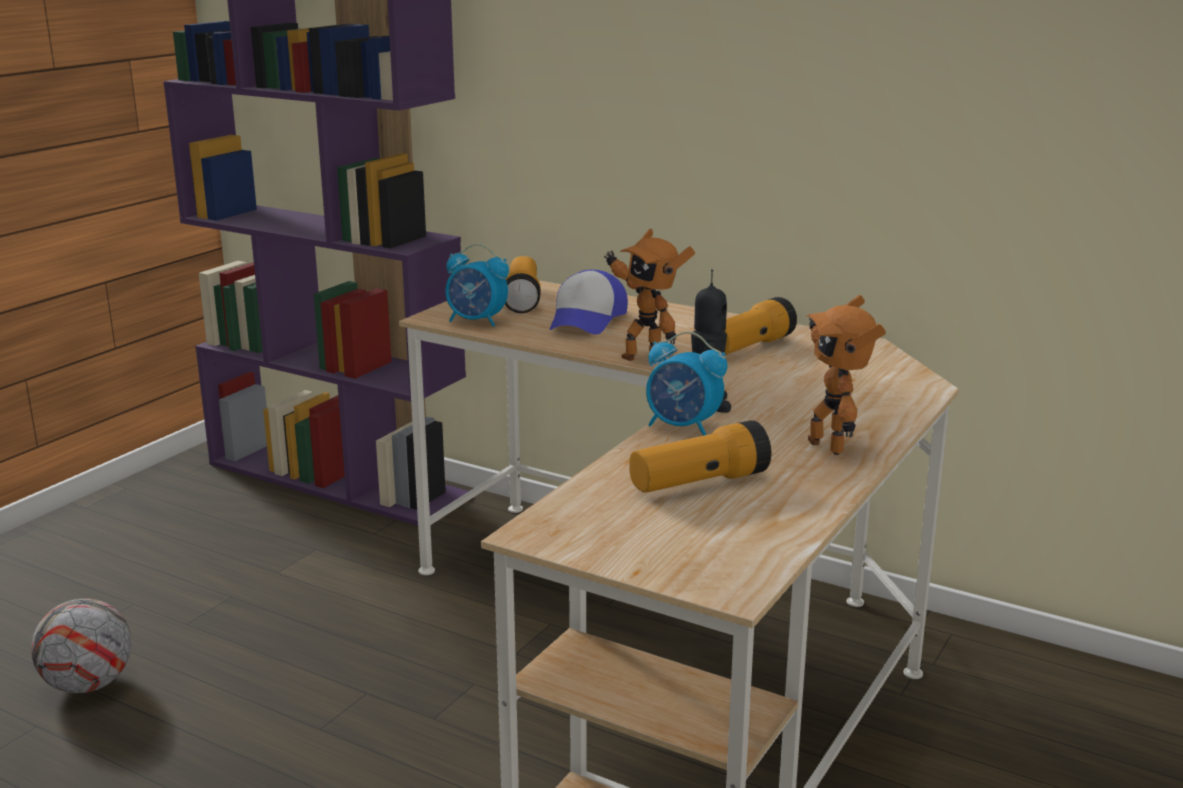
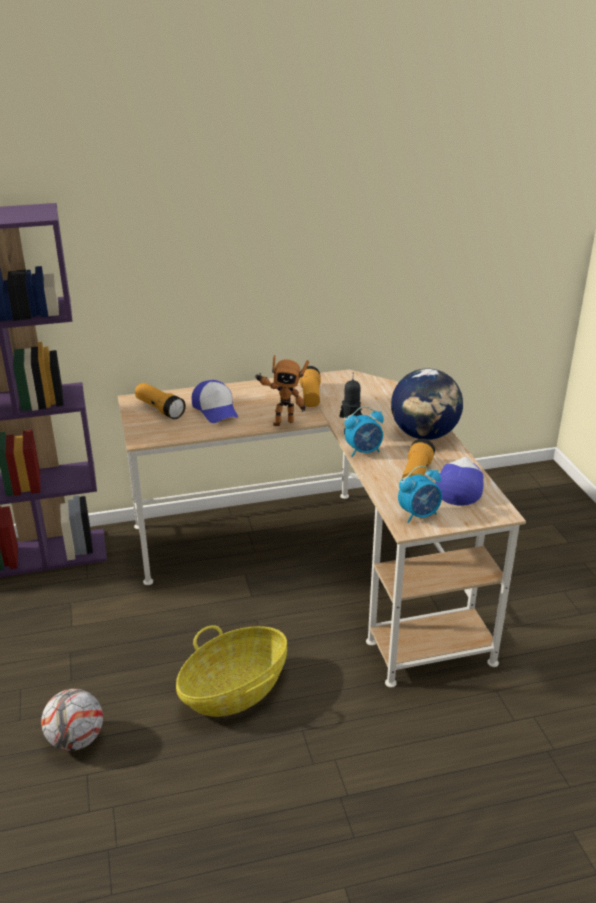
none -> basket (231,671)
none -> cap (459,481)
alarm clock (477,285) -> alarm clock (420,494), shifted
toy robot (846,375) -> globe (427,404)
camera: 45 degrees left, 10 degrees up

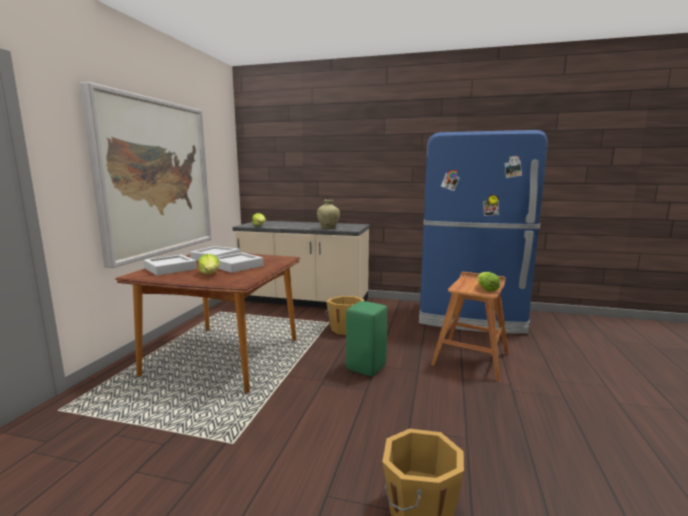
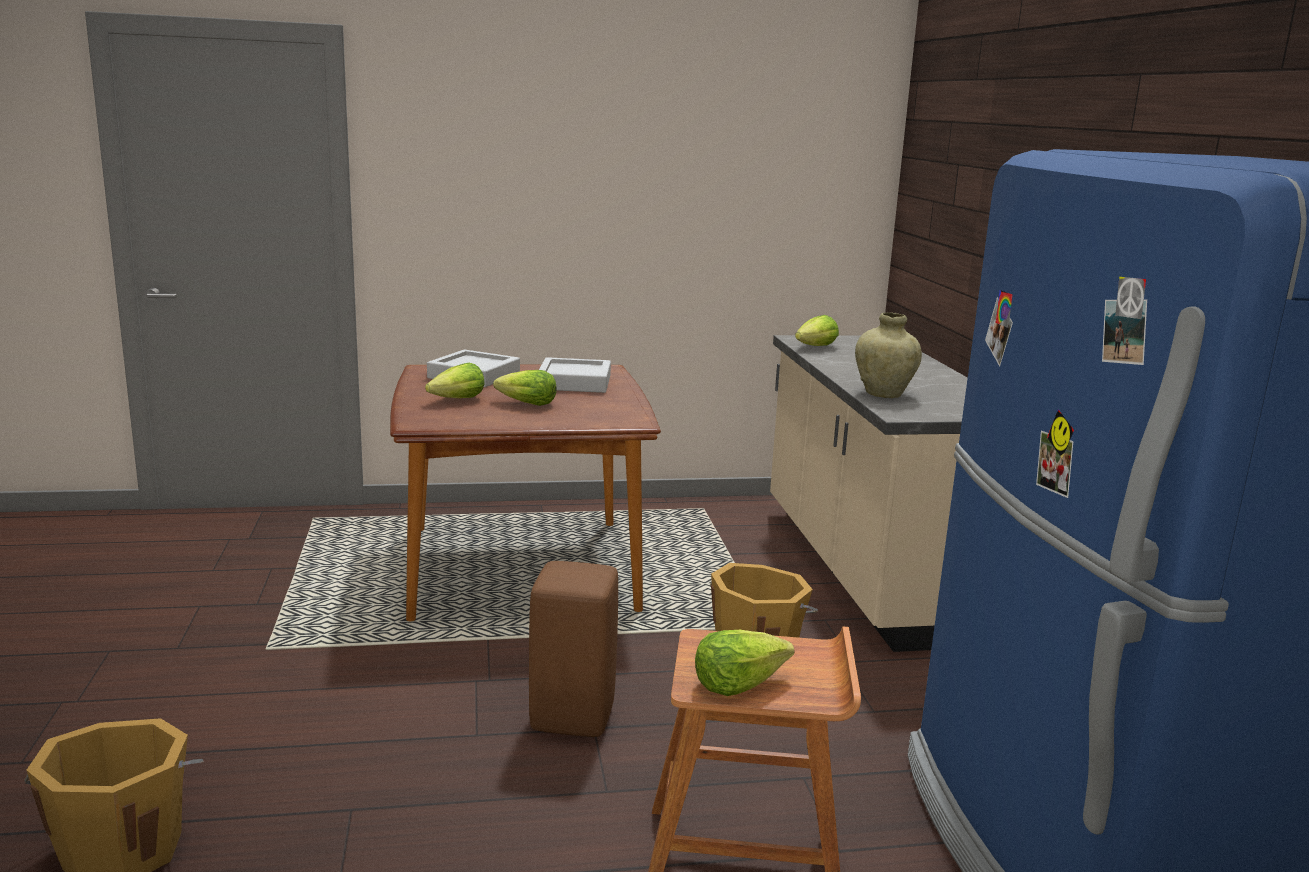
picture (145,175) -> none
grey tray (240,262) -> lettuce (524,388)
green stool (366,338) -> brown stool (573,649)
camera: 65 degrees right, 5 degrees up

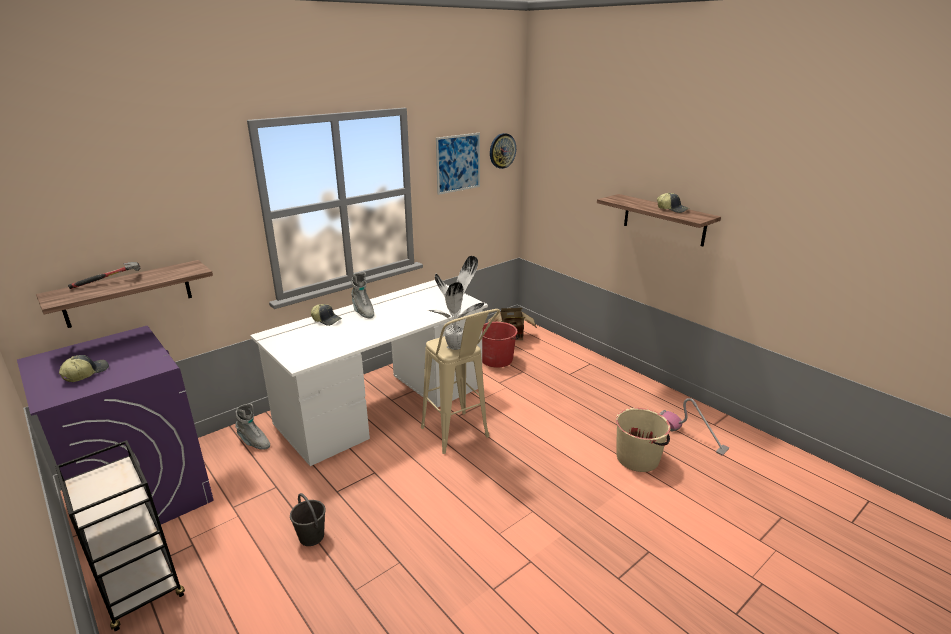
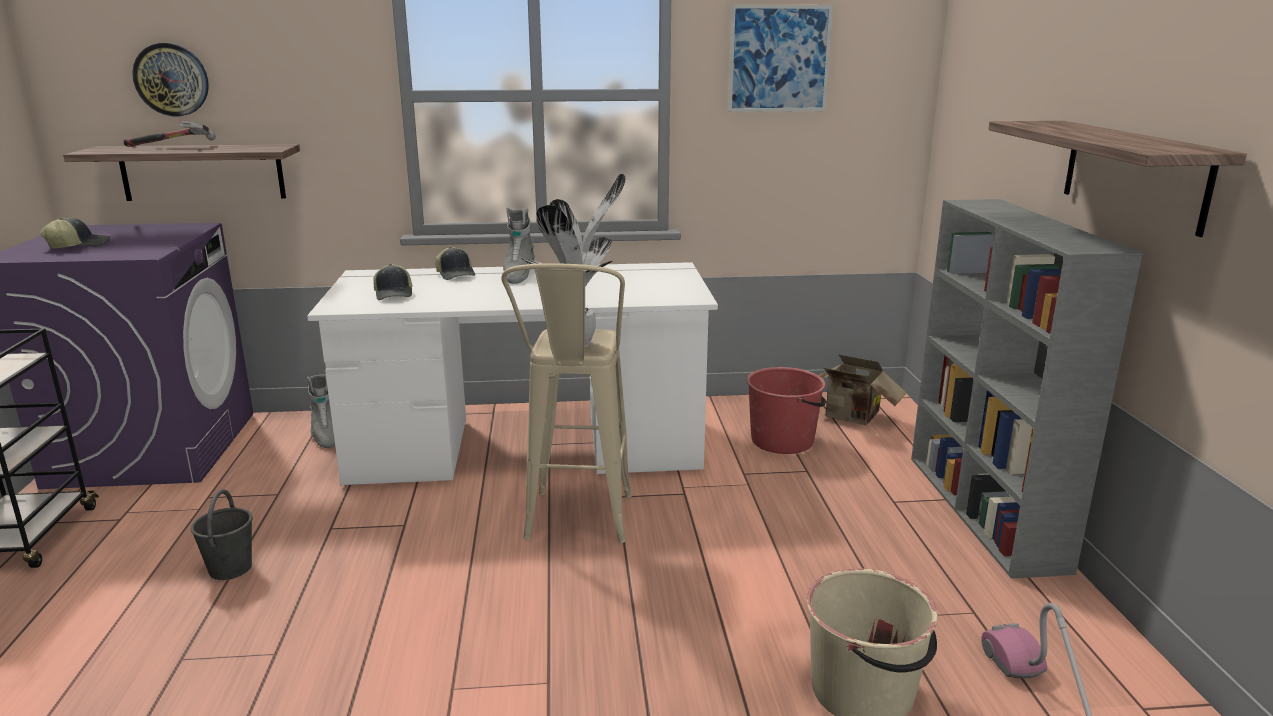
none -> grey bookcase (1027,389)
wall clock (503,151) -> wall clock (170,79), shifted
cap (673,203) -> cap (392,282), shifted
camera: 35 degrees right, 5 degrees down

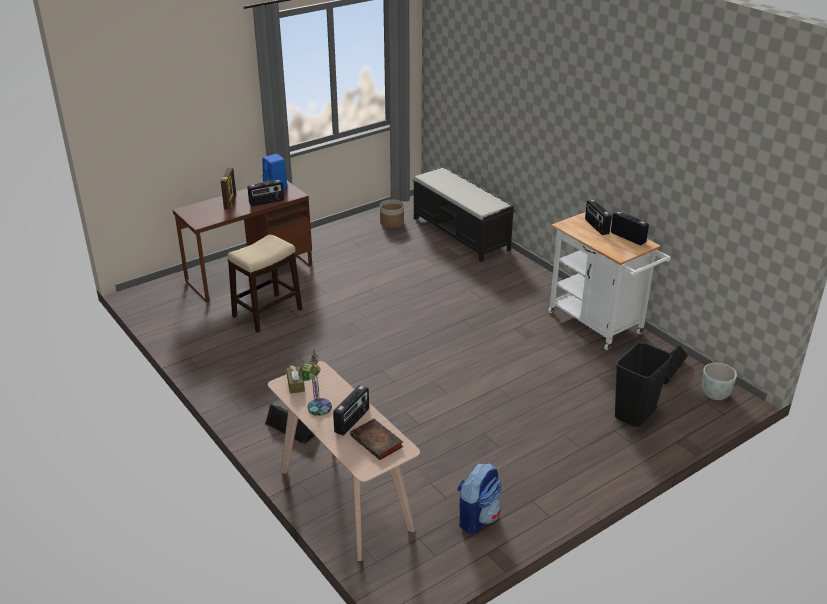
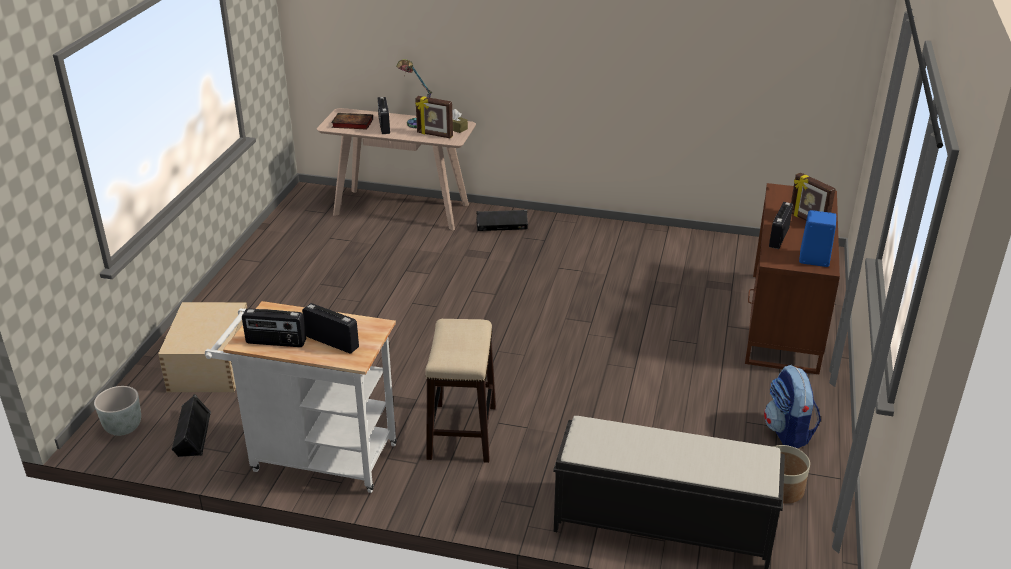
none -> picture frame (434,117)
stool (264,284) -> stool (460,391), shifted
backpack (479,498) -> backpack (792,406), shifted
black trash can (643,384) -> beige storage box (202,347)
camera: 140 degrees right, 0 degrees up

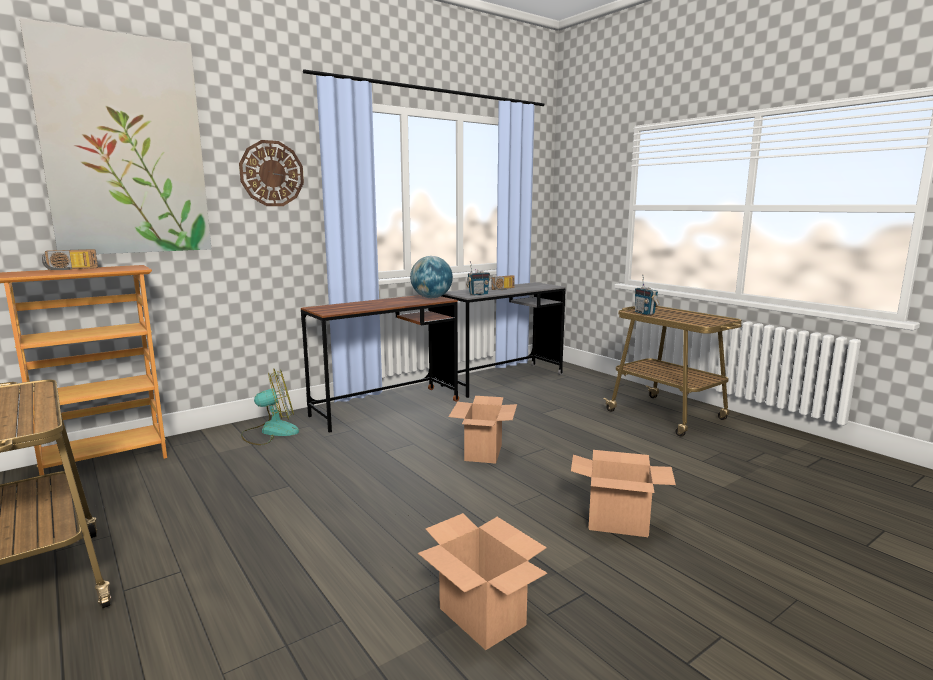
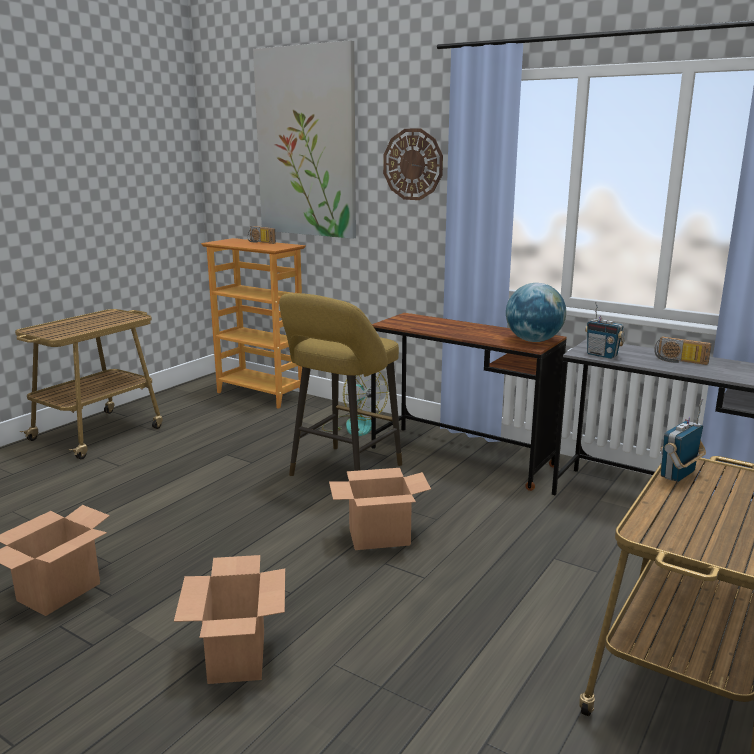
none -> yellow stool (340,384)
camera: 70 degrees right, 5 degrees up

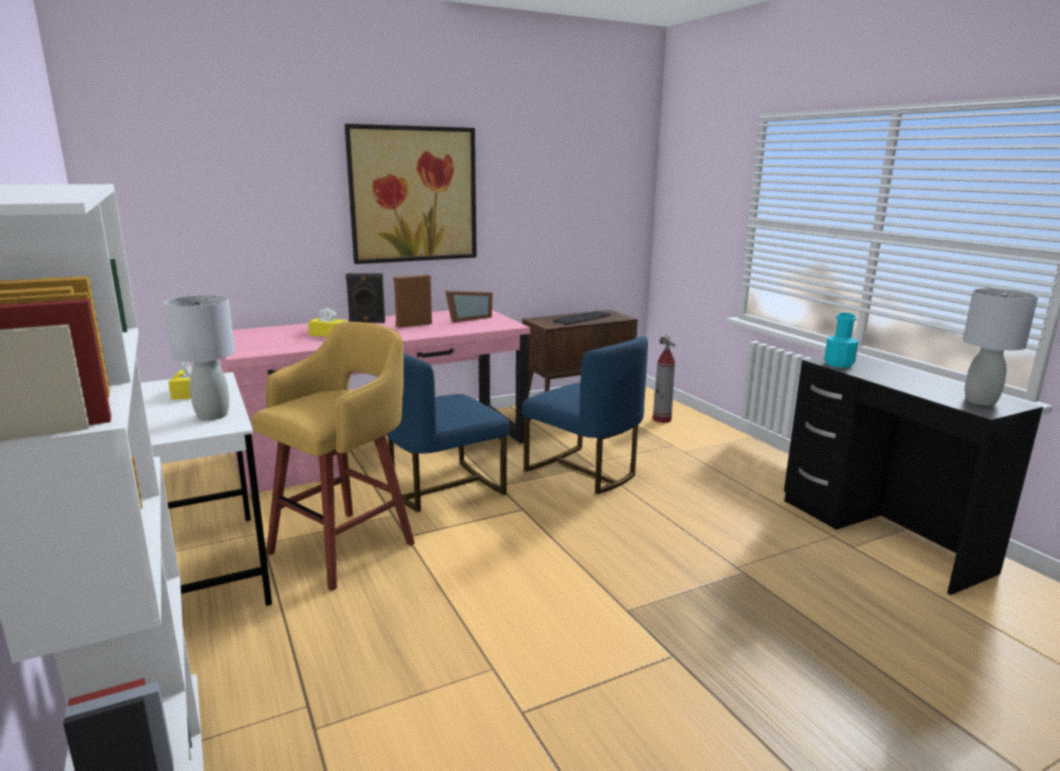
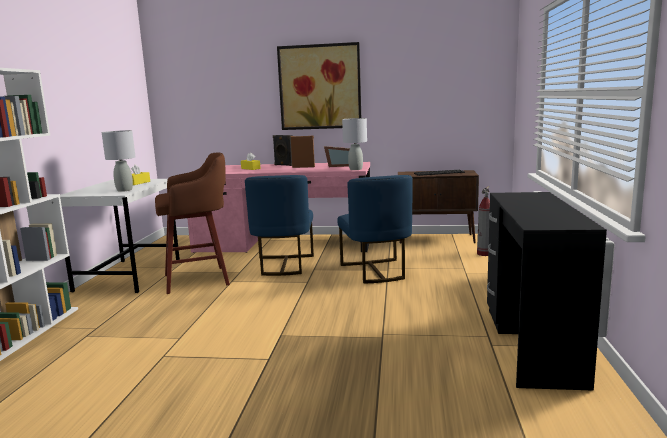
turquoise bottle (841,340) -> none
grey table lamp (1000,347) -> grey table lamp (354,144), shifted
yellow stool (333,456) -> brown stool (192,223)
blue chair (448,432) -> blue chair (279,225), 90 degrees counterclockwise
camera: 35 degrees right, 5 degrees down

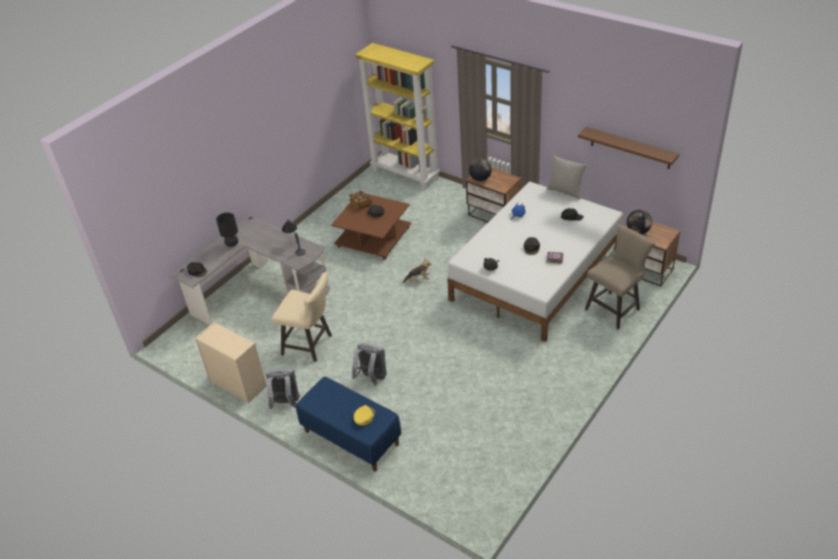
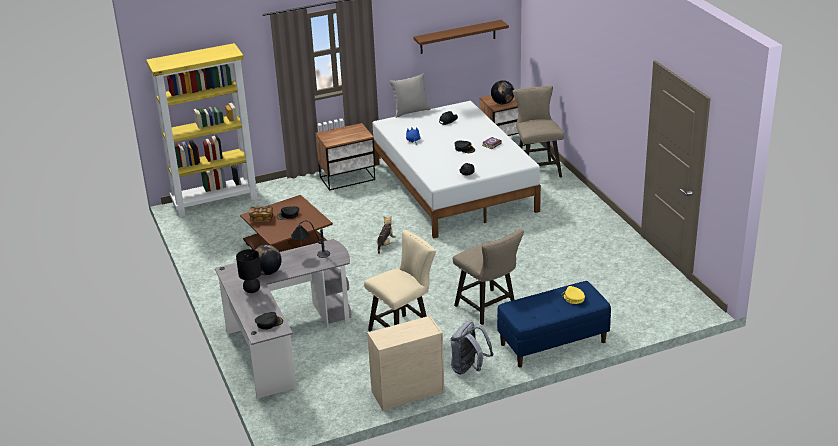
globe (480,169) -> globe (268,260), shifted
grey backpack (369,364) -> beige stool (488,277)
camera: 60 degrees left, 10 degrees down

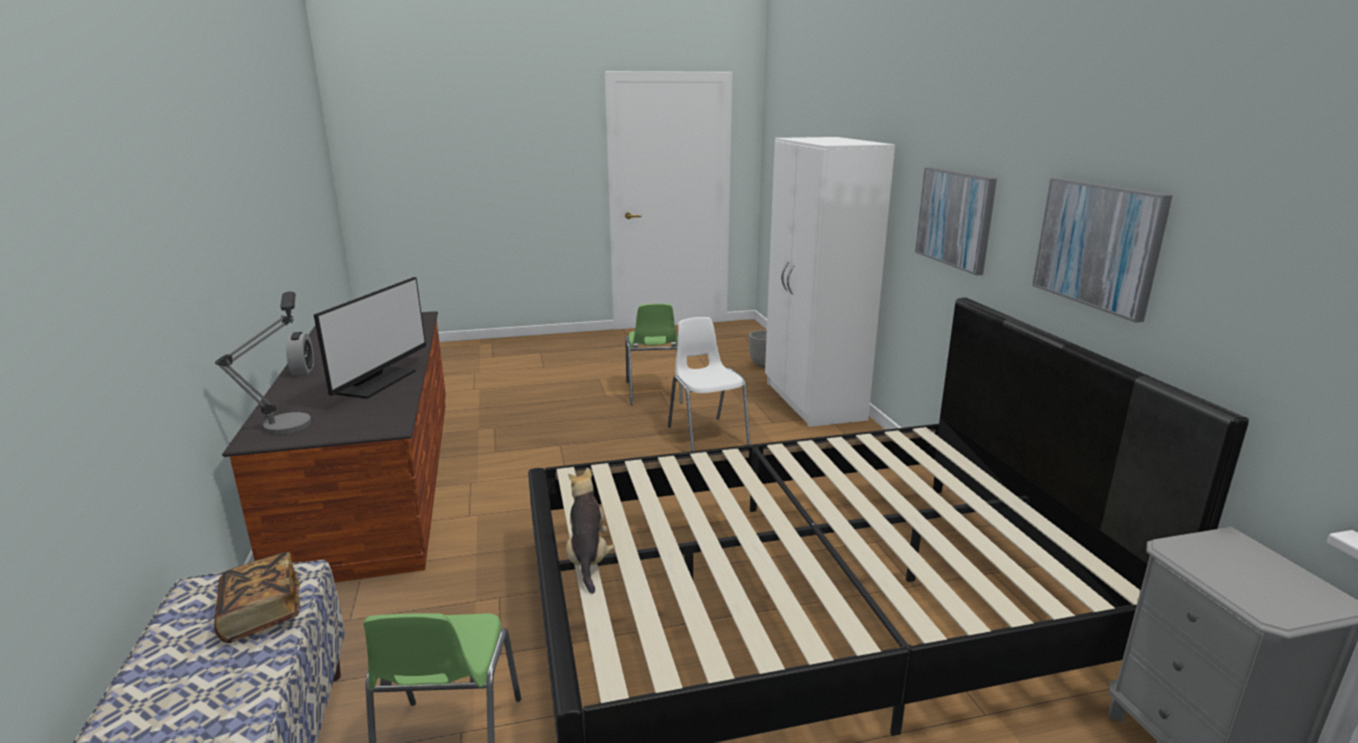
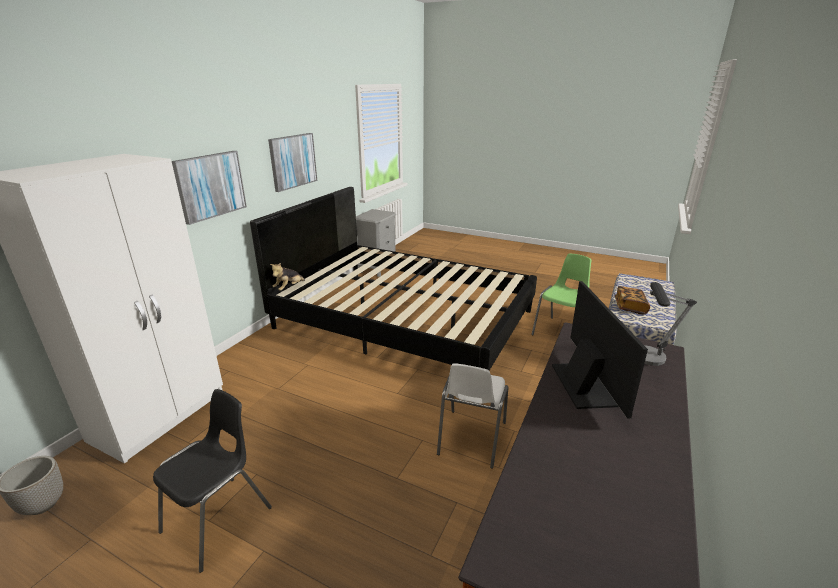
alarm clock (300,353) -> none
plush toy (590,531) -> plush toy (287,277), shifted
white chair (709,384) -> white chair (472,416), shifted
green chair (654,354) -> black chair (212,481)
monitor (370,338) -> monitor (600,350), 120 degrees clockwise
camera: 140 degrees left, 5 degrees up

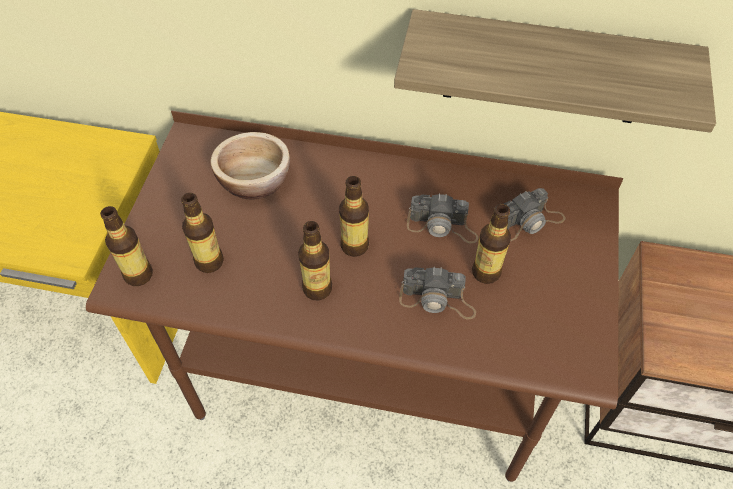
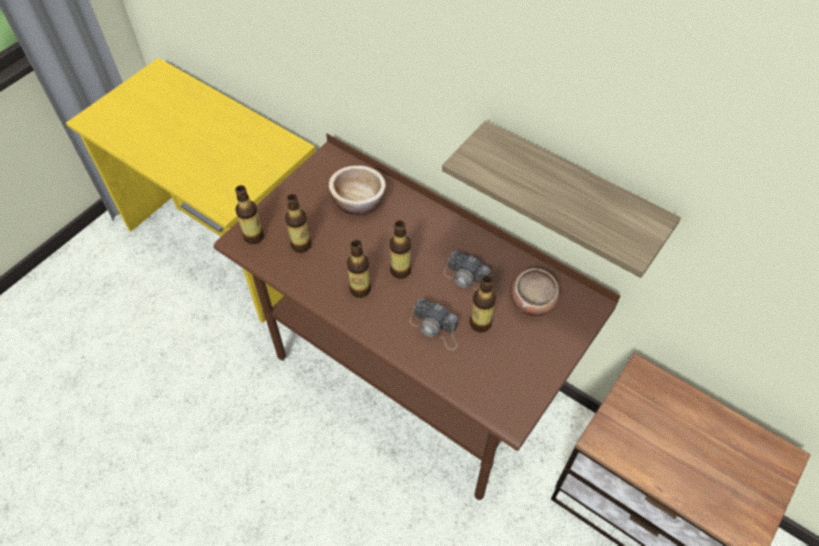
photo camera (534,214) -> bowl (535,292)
camera: 25 degrees right, 0 degrees up

